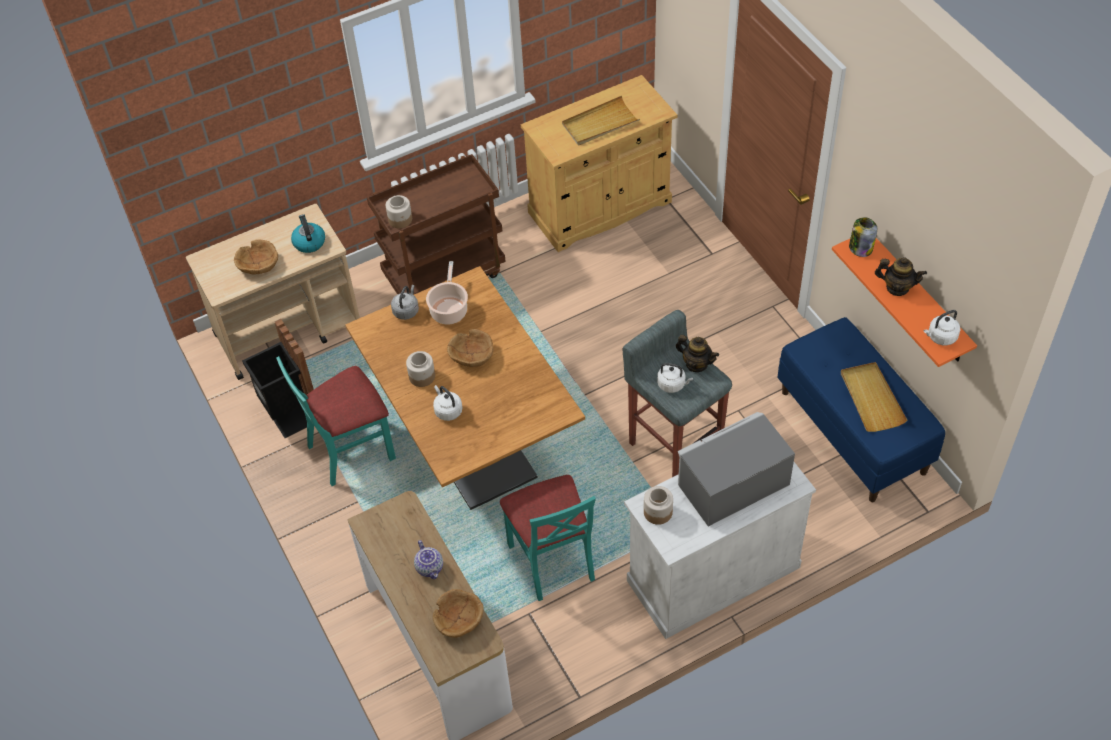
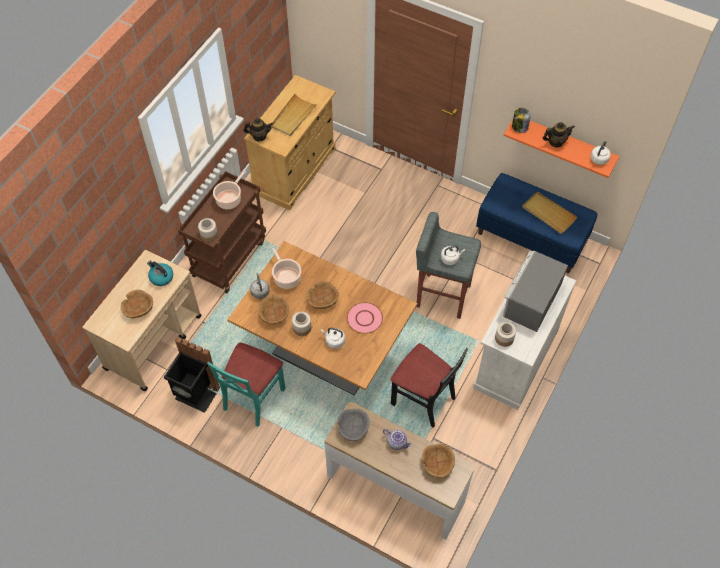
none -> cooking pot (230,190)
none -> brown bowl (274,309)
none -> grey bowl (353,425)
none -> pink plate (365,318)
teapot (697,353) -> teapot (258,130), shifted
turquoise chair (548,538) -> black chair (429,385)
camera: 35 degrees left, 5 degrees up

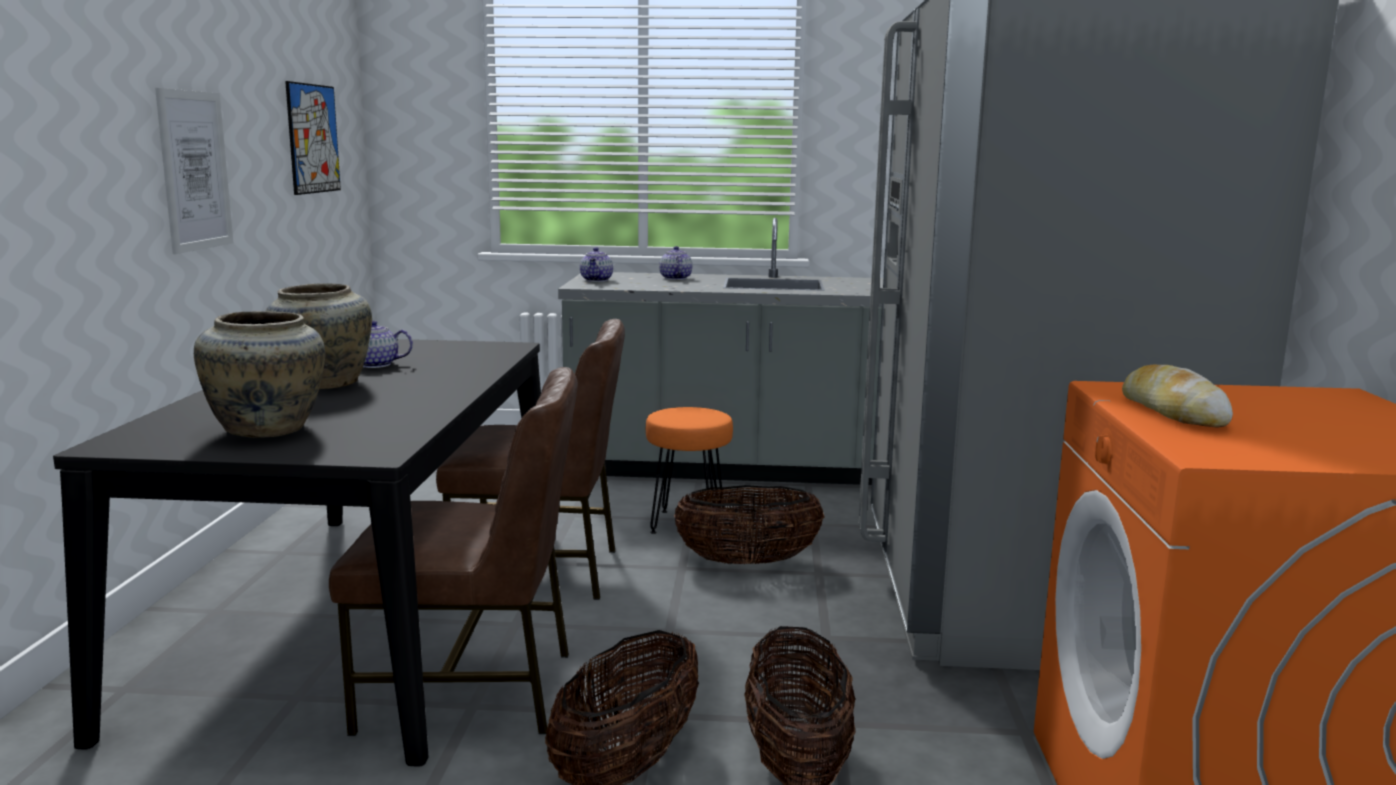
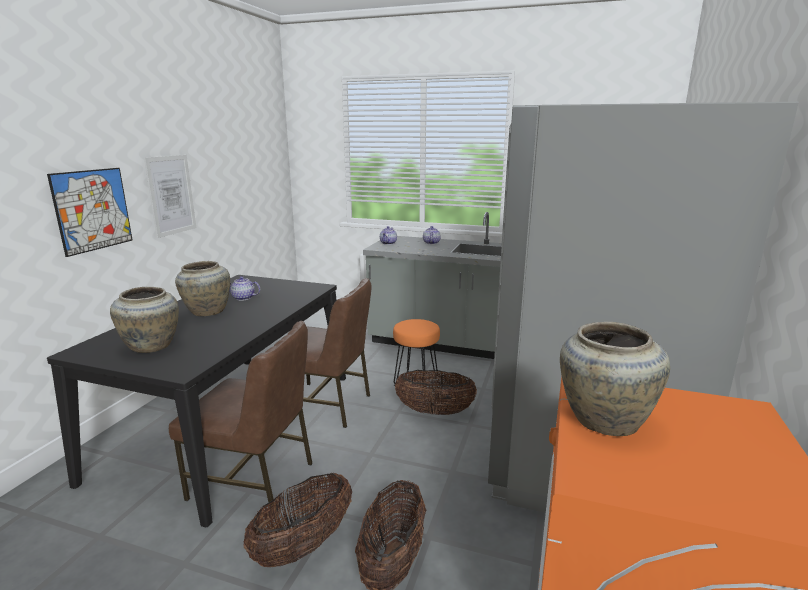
picture (313,138) -> picture (89,212), shifted
bread (1177,395) -> beige vase (615,379)
camera: 15 degrees right, 5 degrees up

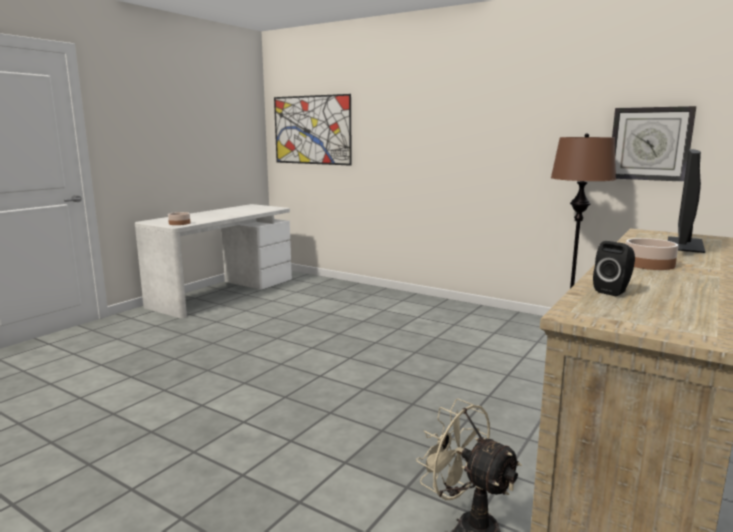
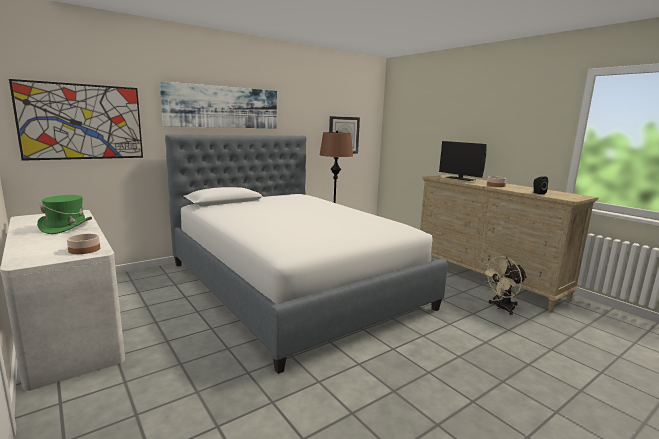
none -> green hat (64,214)
none -> picture (218,105)
none -> bed (306,254)
camera: 70 degrees left, 0 degrees up

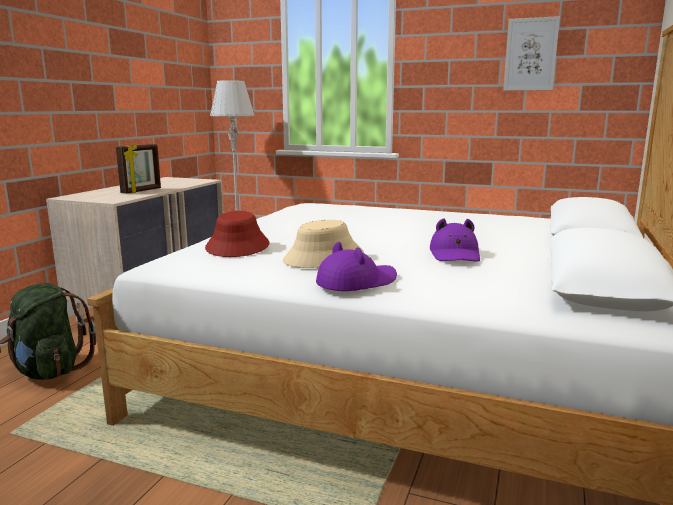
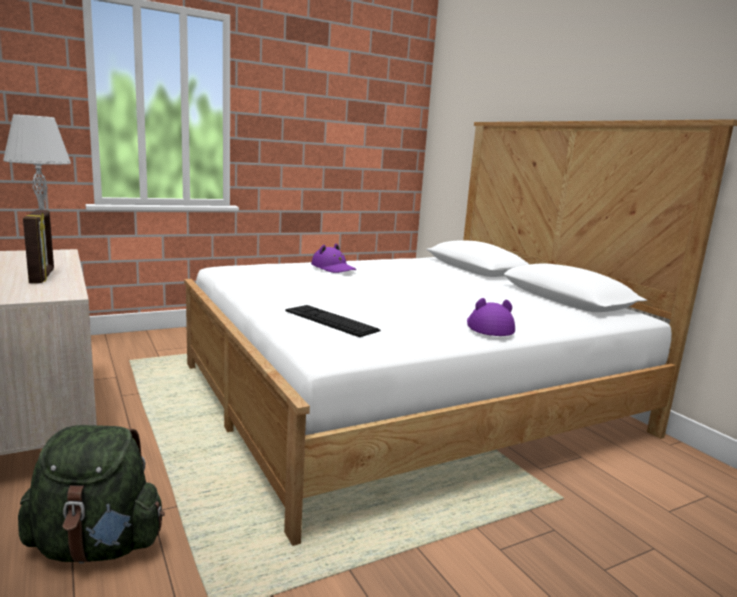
beige hat (323,244) -> none
picture (531,53) -> none
purple hat (455,240) -> purple hat (333,258), shifted
red hat (237,234) -> keyboard (332,321)
camera: 50 degrees left, 0 degrees up

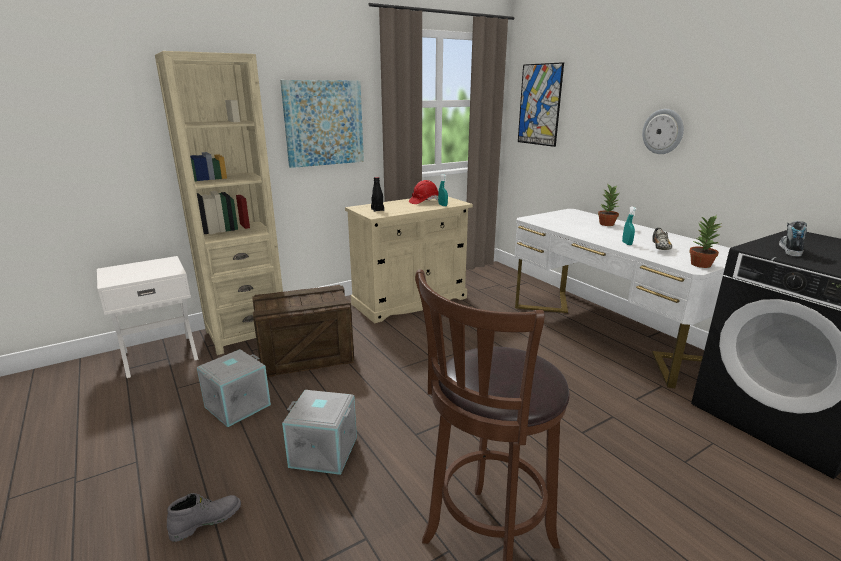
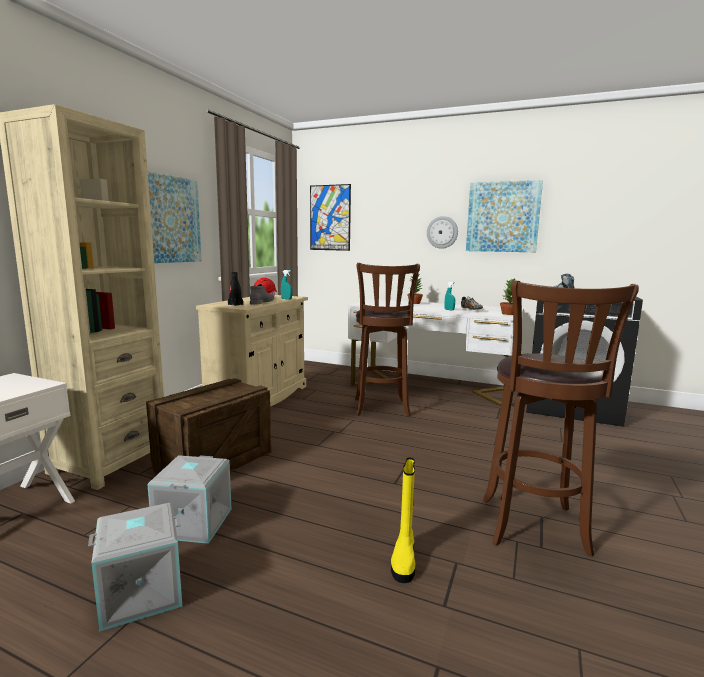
none -> brown stool (387,339)
none -> yellow boot (403,520)
none -> picture (504,216)
grey boot (204,517) -> grey boot (262,294), shifted
grey storage box (319,432) -> grey storage box (135,567), shifted
camera: 35 degrees left, 10 degrees down

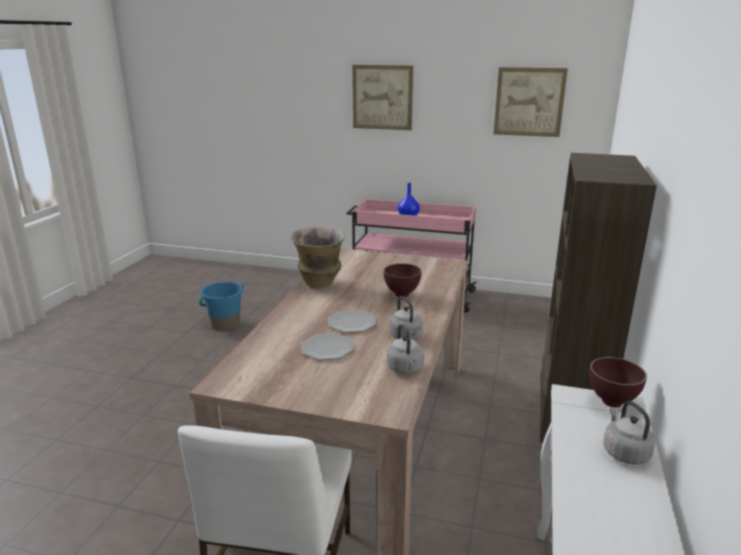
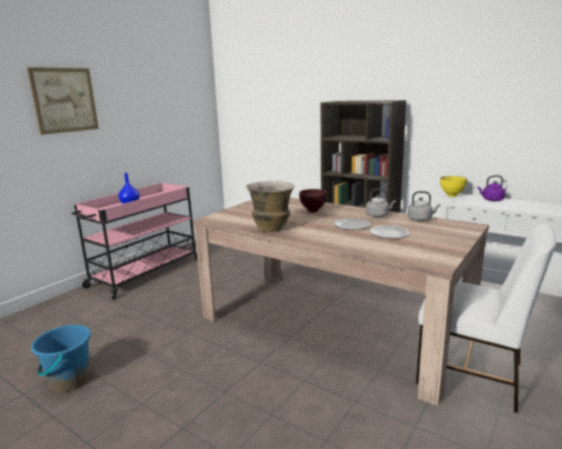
picture (531,102) -> none
brown bowl (618,382) -> yellow bowl (453,186)
grey kettle (629,433) -> purple kettle (491,188)
camera: 70 degrees left, 5 degrees down

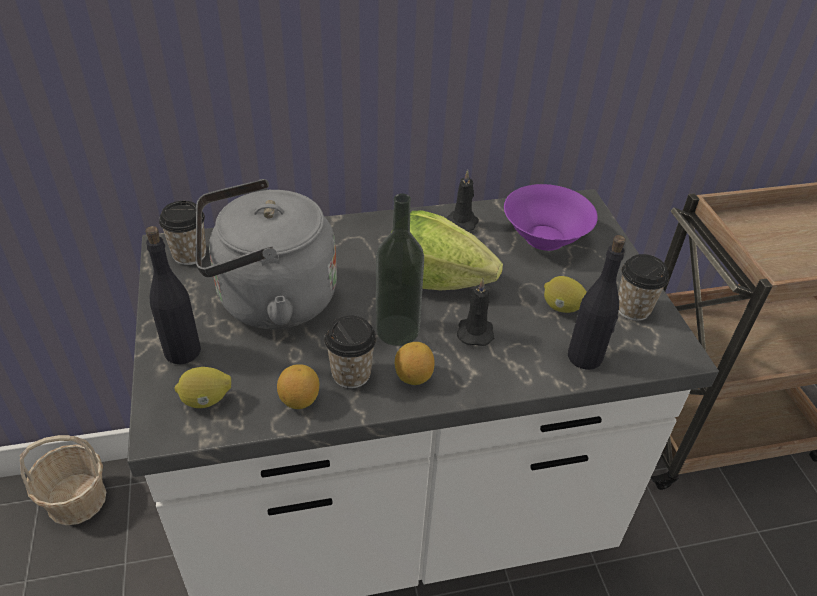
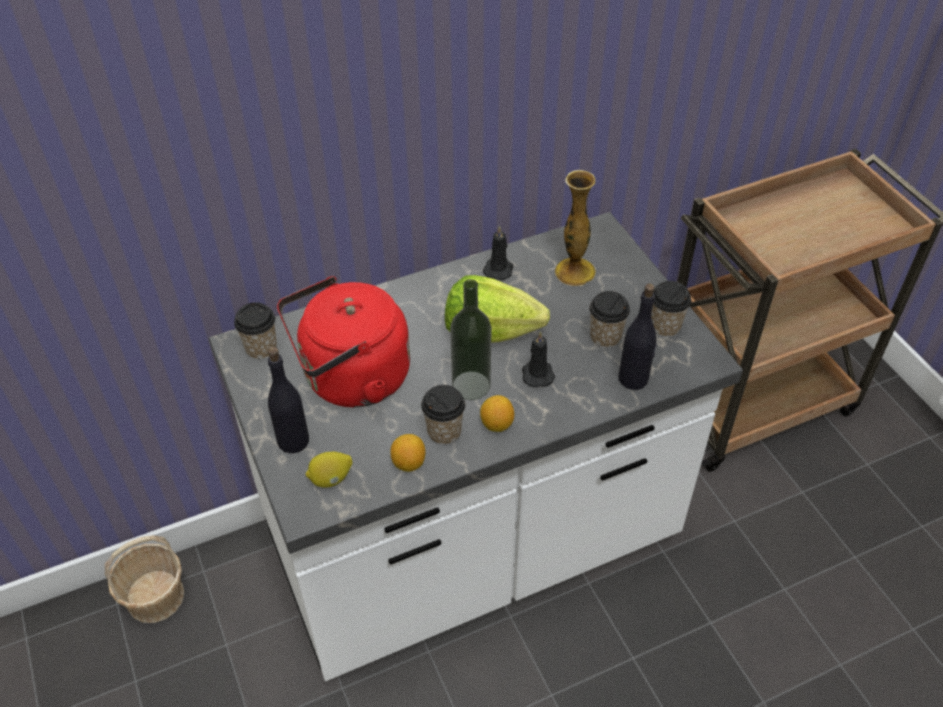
purple bowl (551,217) -> vase (575,228)
lemon (565,294) -> cup (609,319)
grey kettle (266,254) -> red kettle (343,341)
camera: 10 degrees left, 5 degrees up

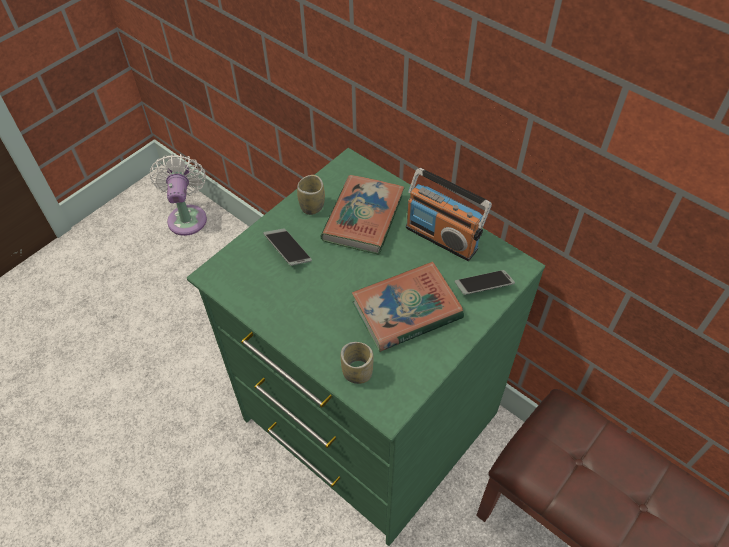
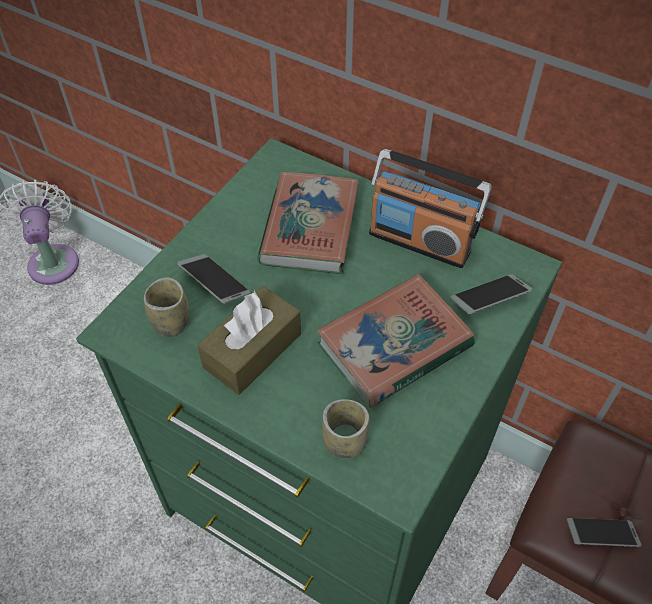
none -> brown tissue box (249,340)
none -> phone (604,532)
cup (311,195) -> cup (166,307), shifted
camera: 10 degrees left, 0 degrees up

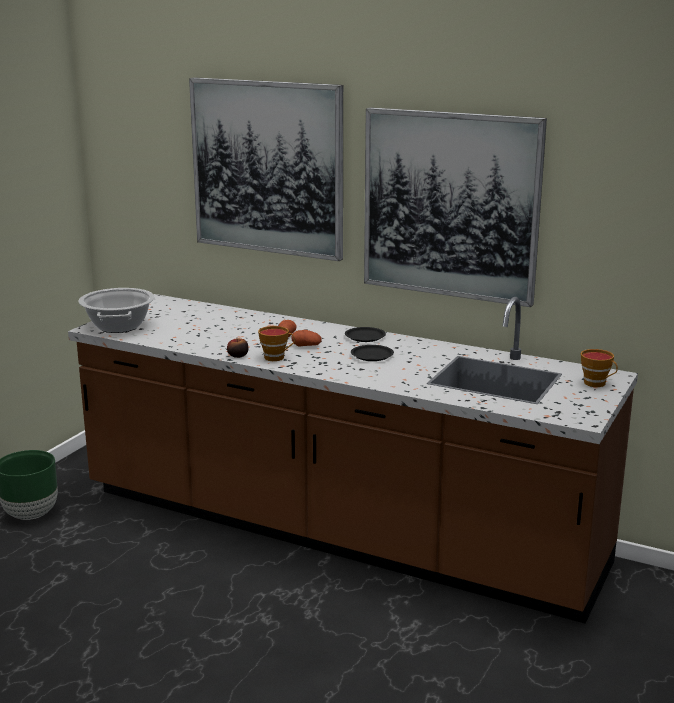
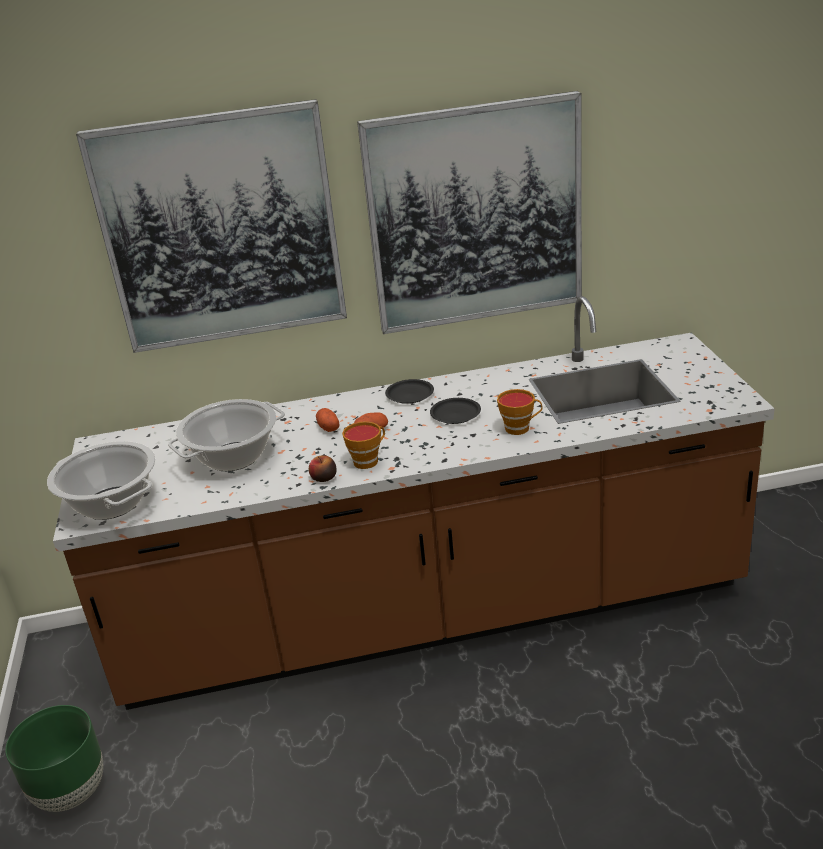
none -> cooking pot (226,435)
cup (599,368) -> cup (519,412), shifted
camera: 35 degrees left, 10 degrees up

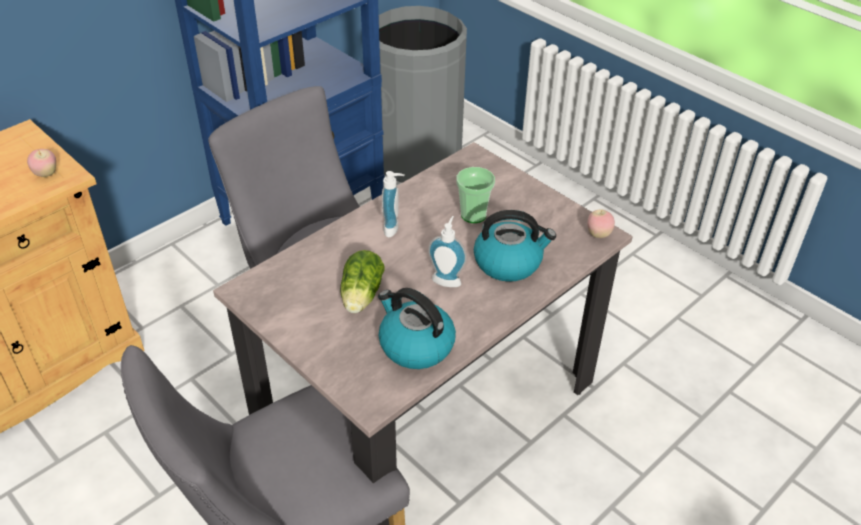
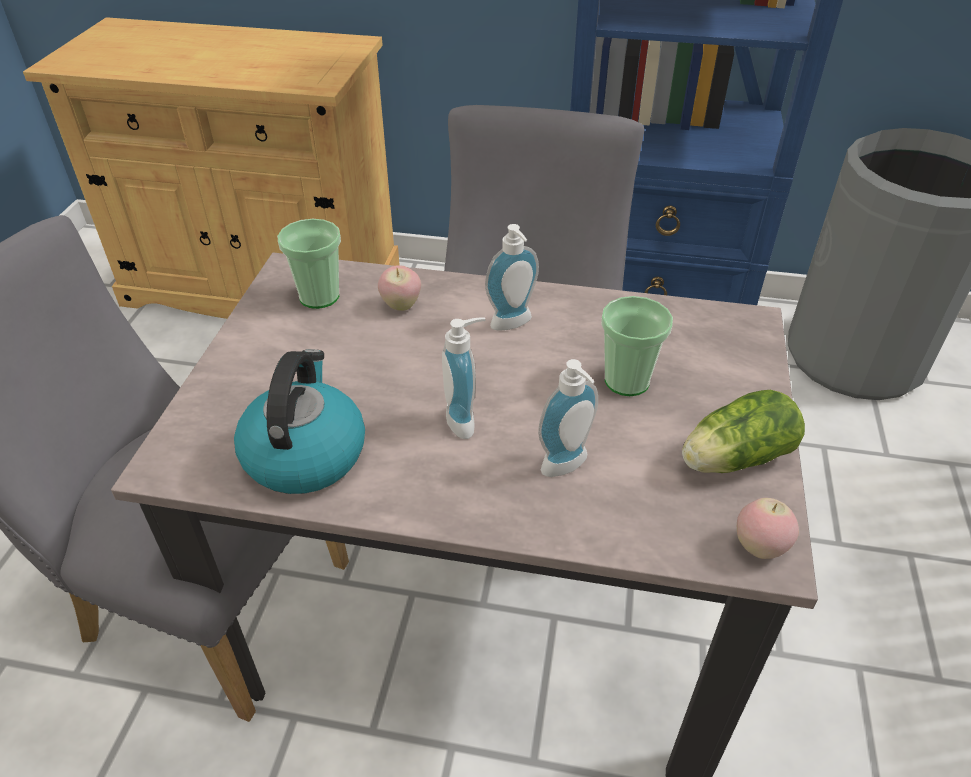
none -> cup (309,264)
apple (41,163) -> apple (399,288), shifted
lettuce (362,281) -> lettuce (743,431), shifted
kettle (515,246) -> soap dispenser (568,418)
camera: 55 degrees right, 0 degrees up

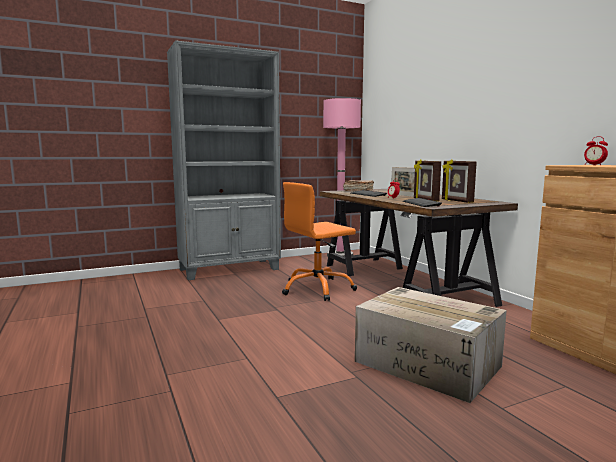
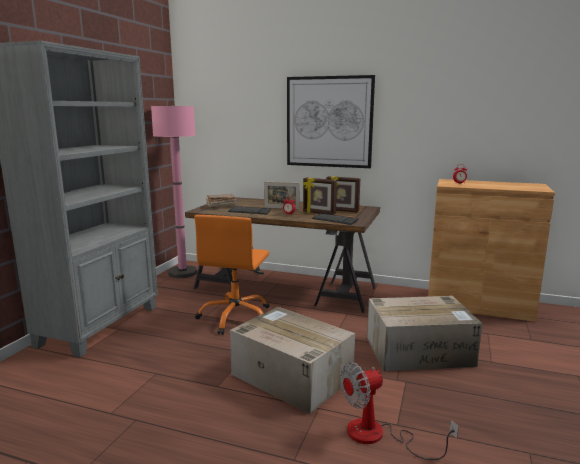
none -> cardboard box (292,360)
none -> picture (331,121)
none -> fan (399,411)
camera: 45 degrees left, 5 degrees up

